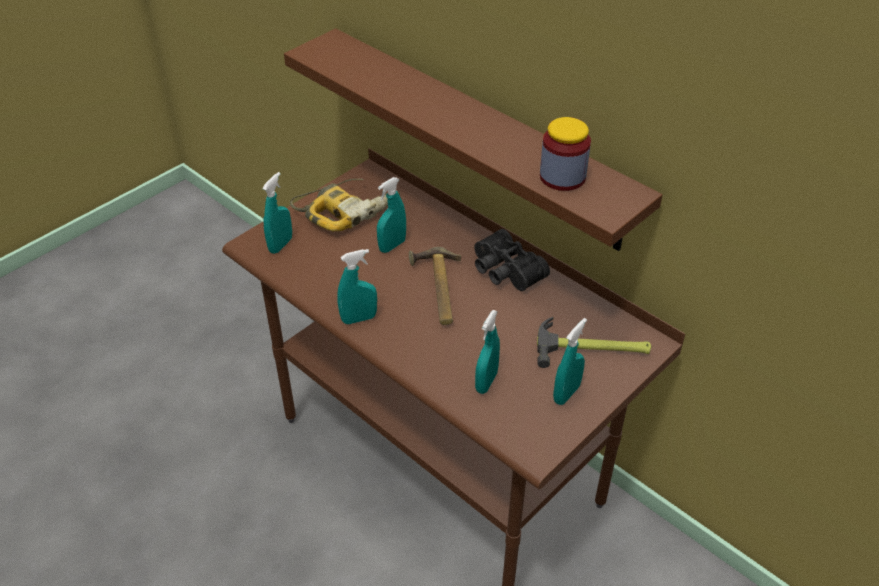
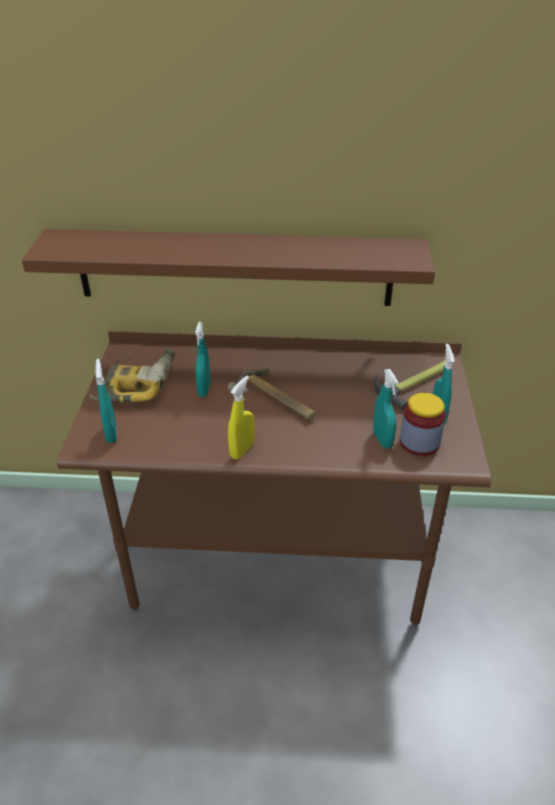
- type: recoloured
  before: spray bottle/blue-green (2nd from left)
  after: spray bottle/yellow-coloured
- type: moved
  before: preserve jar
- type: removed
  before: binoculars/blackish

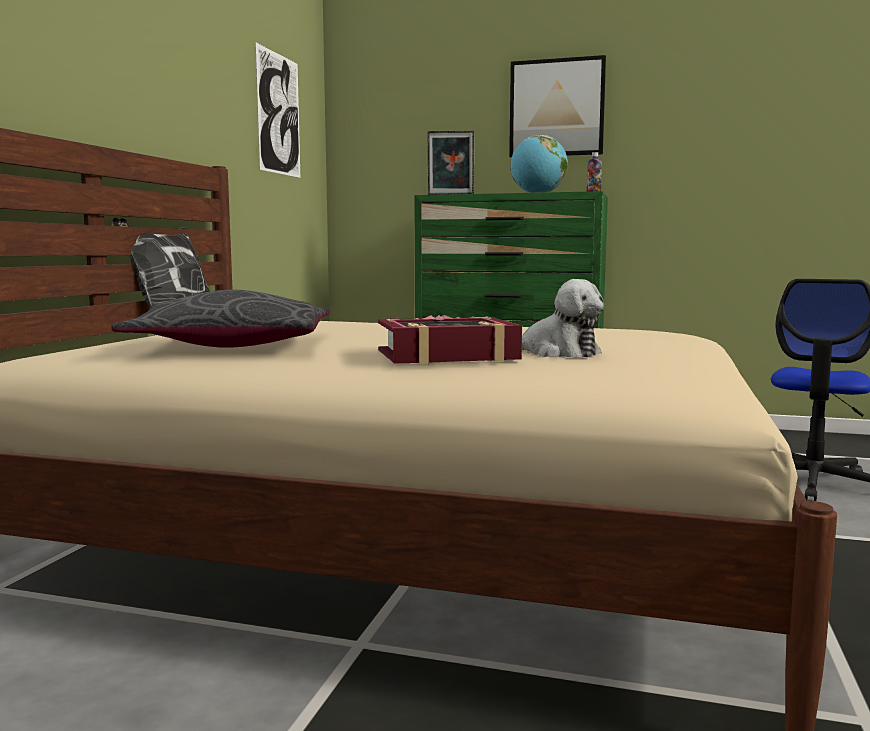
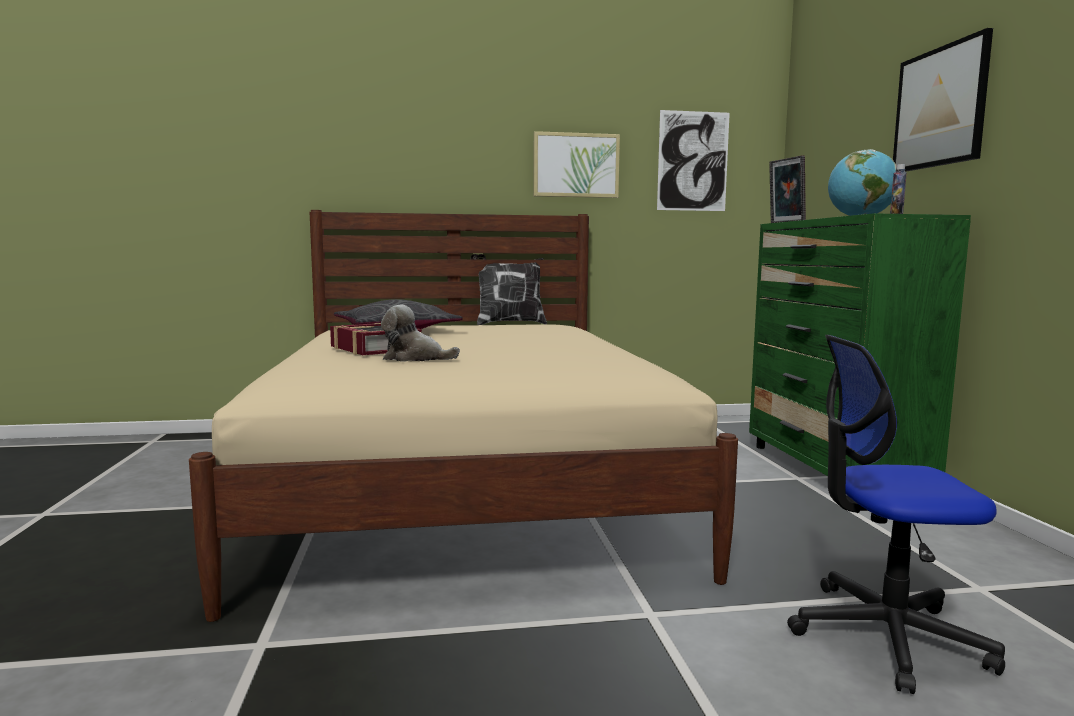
- type: turned
  before: soft toy
  turn: 90
- type: added
  after: wall picture (1st from left)

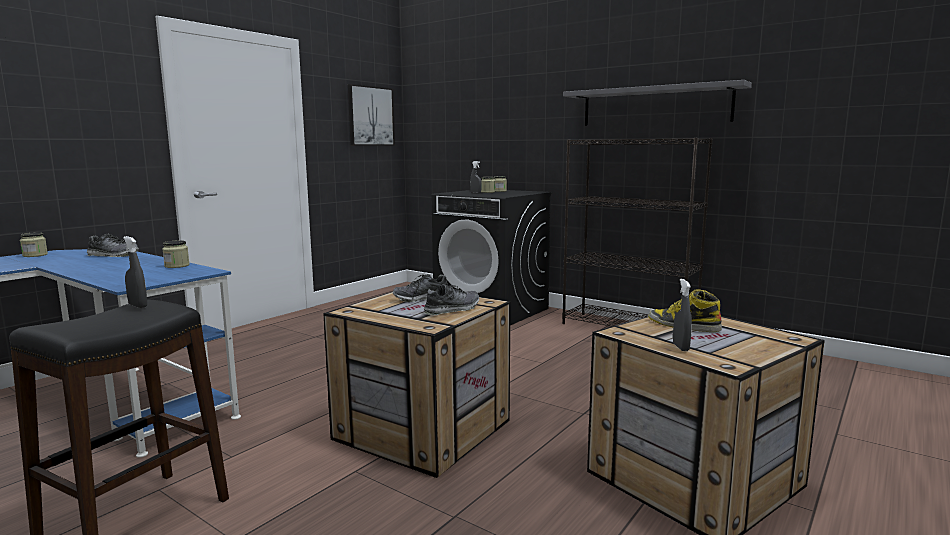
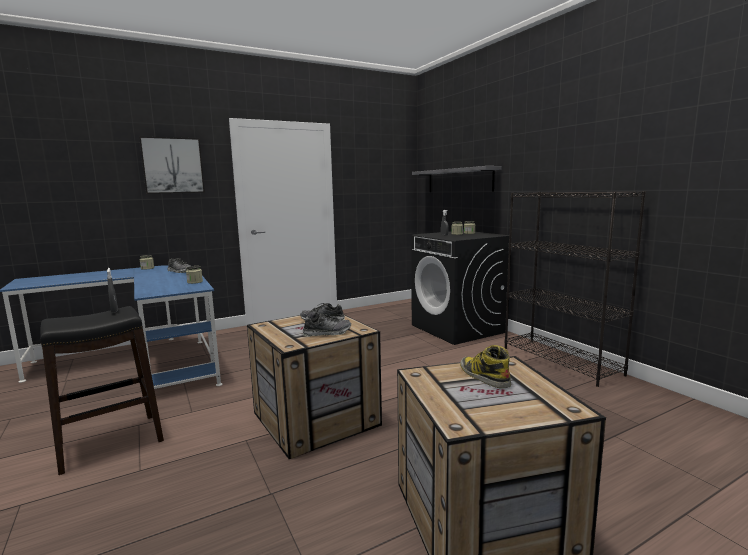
- type: moved
  before: wall picture
- type: moved
  before: shelf/grey
- type: removed
  before: spray bottle/grey (3rd from left)

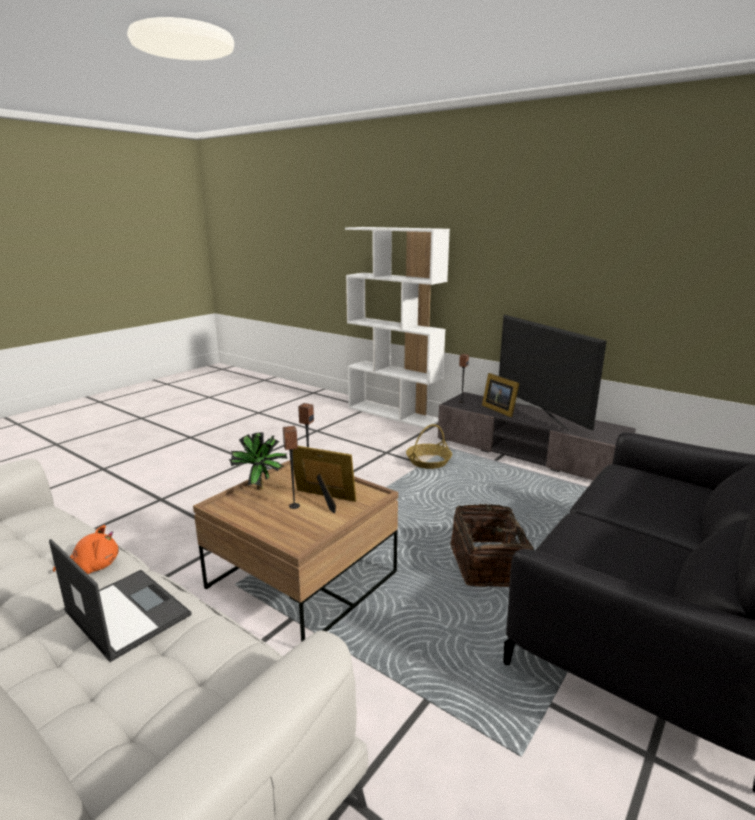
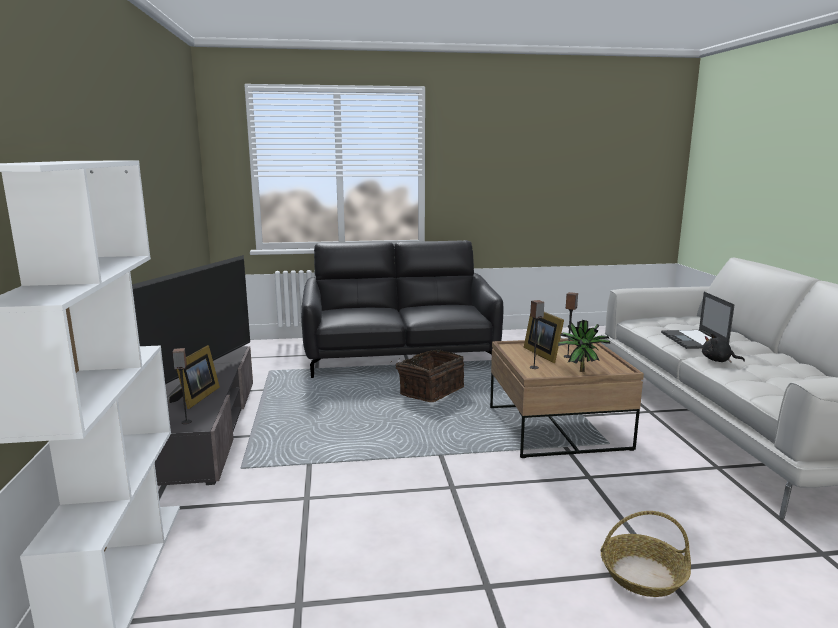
- type: moved
  before: storage basket (1st from left in the first image)
  after: storage basket (2nd from left)
- type: recoloured
  before: soft toy/orange-coloured
  after: soft toy/blackish

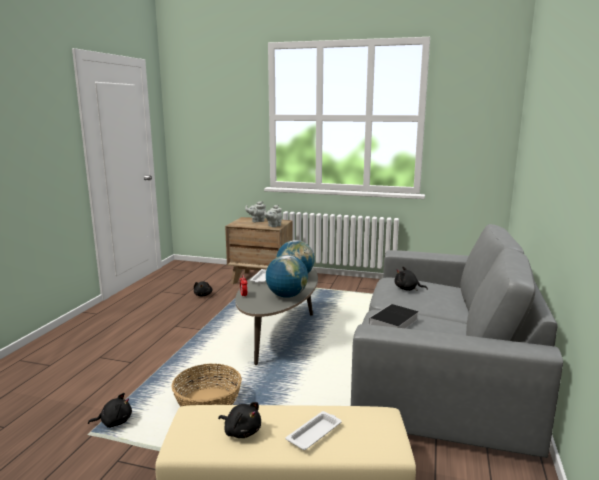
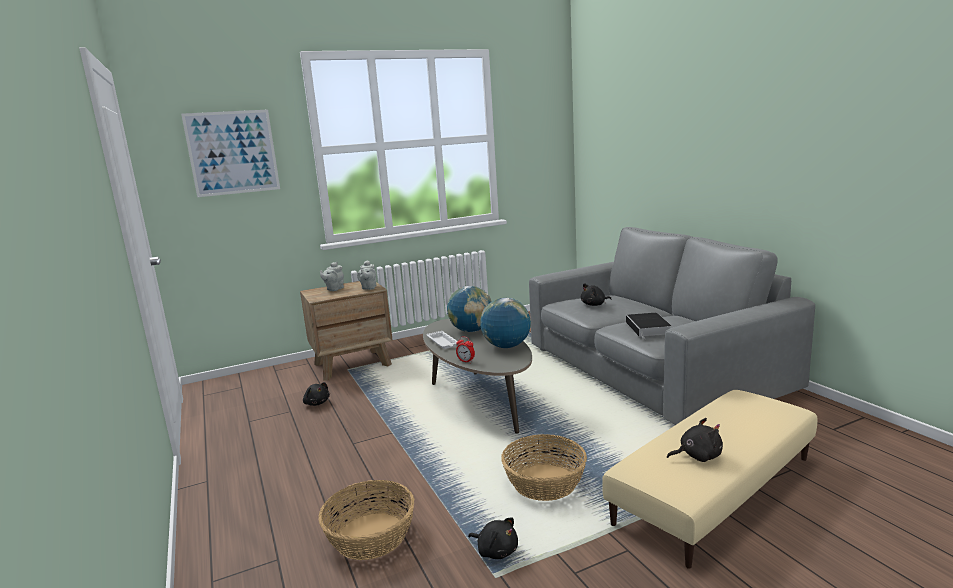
- type: added
  after: wall picture
- type: added
  after: storage basket (1st from left)
- type: turned
  before: soft toy/blackish (1st from left in the first image)
  turn: 90
- type: removed
  before: tray/white (2nd from left)

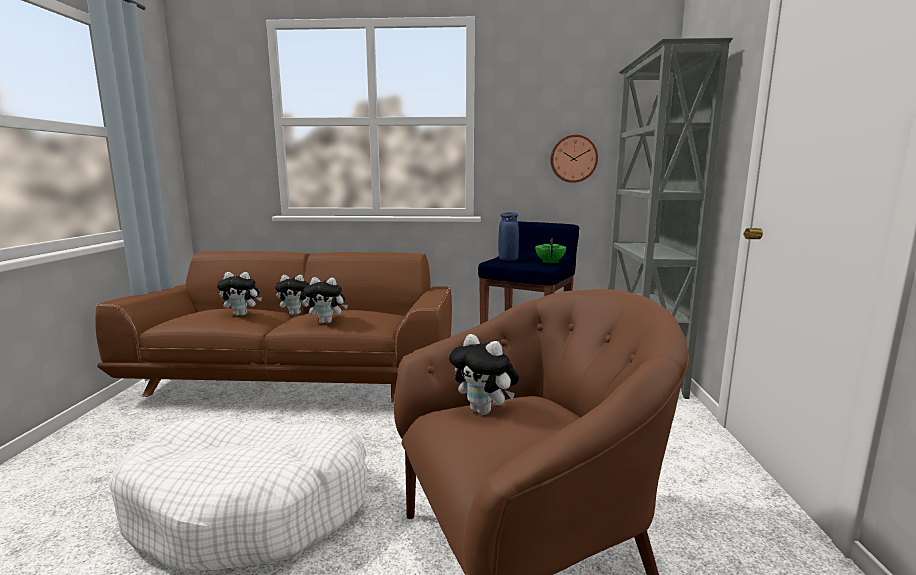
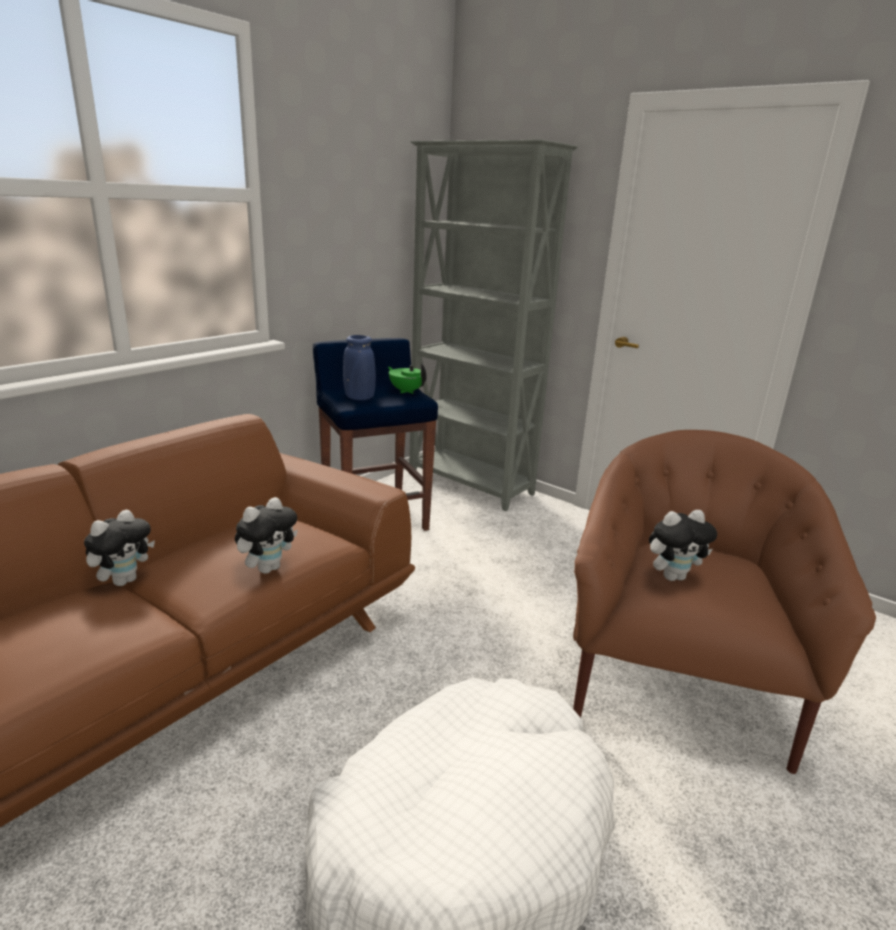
- type: removed
  before: soft toy (1st from left)
- type: removed
  before: hanging clock

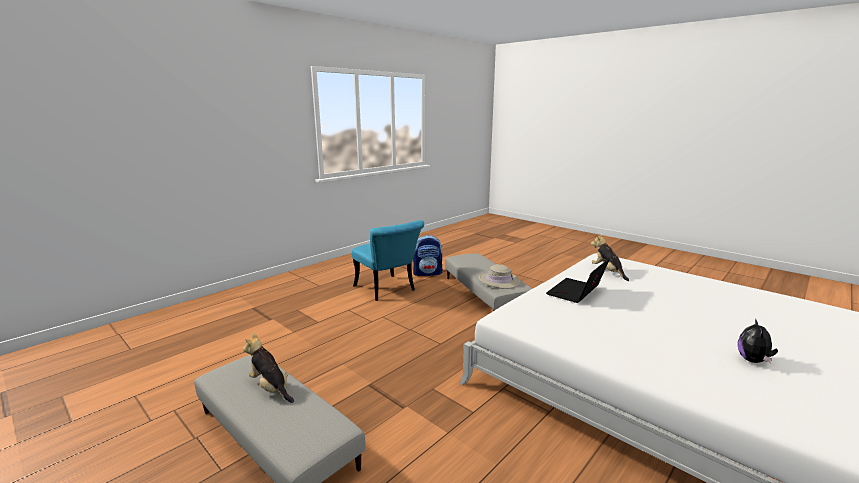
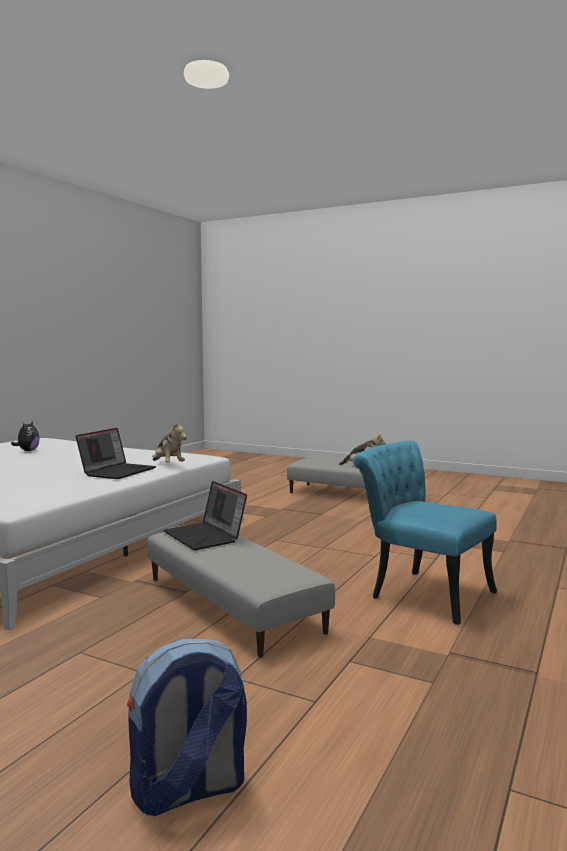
- type: moved
  before: knapsack
- type: moved
  before: soft toy (2nd from left)
- type: replaced
  before: clothing hat/beige-coloured
  after: portable computer (2nd from left)

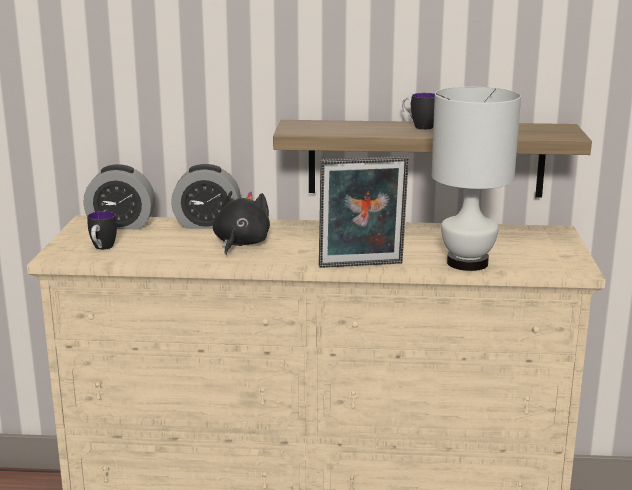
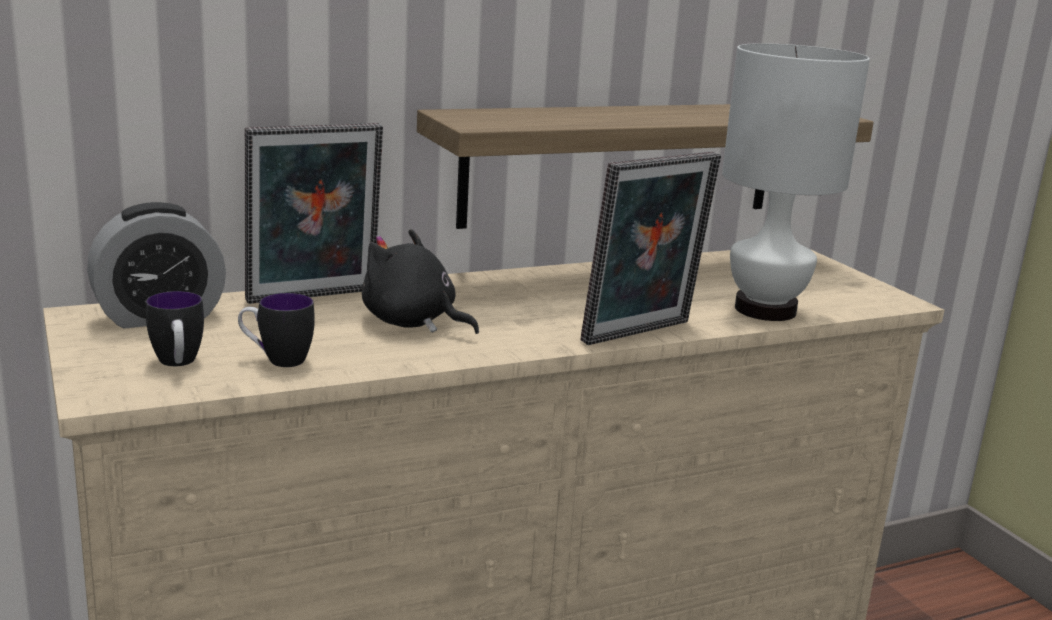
- type: moved
  before: tea mug (2nd from left)
- type: replaced
  before: alarm clock (2nd from left)
  after: standing frame (1st from left)
- type: turned
  before: soft toy/blackish
  turn: -45

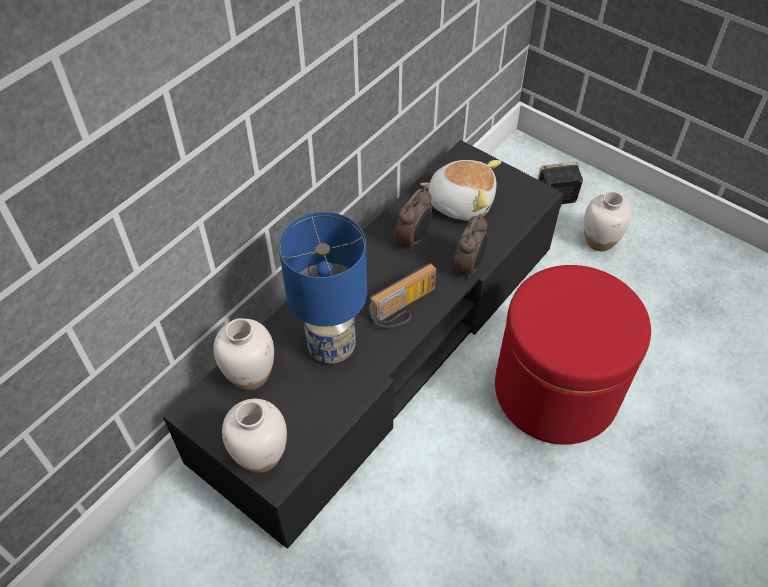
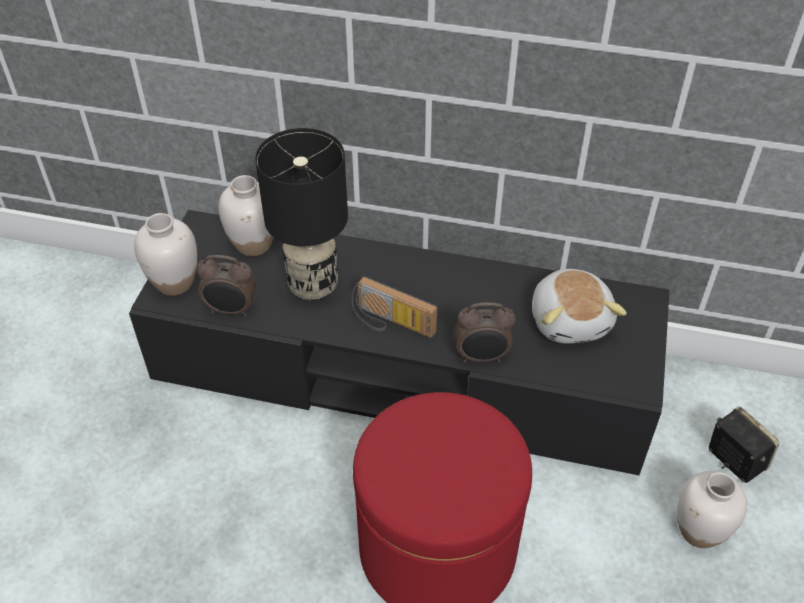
- type: moved
  before: alarm clock (1st from left)
- type: recoloured
  before: lamp for a table/blue-coloured
  after: lamp for a table/blackish

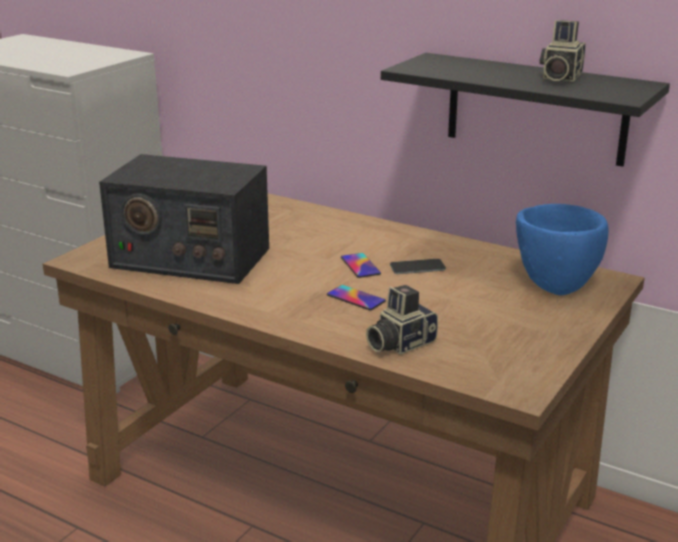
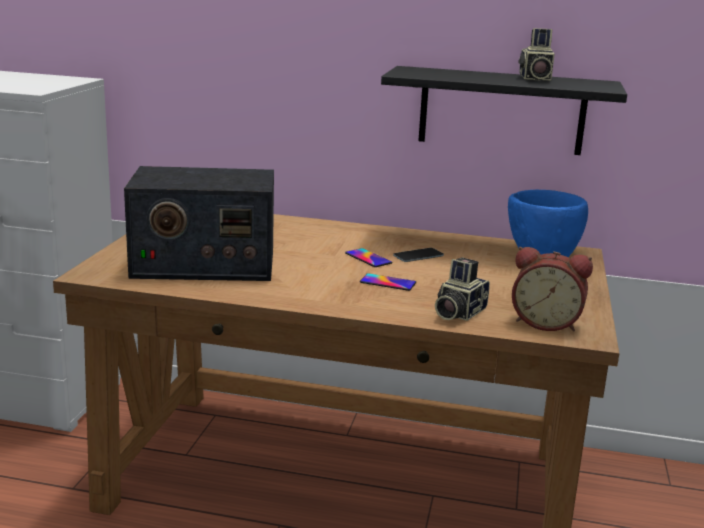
- type: added
  after: alarm clock

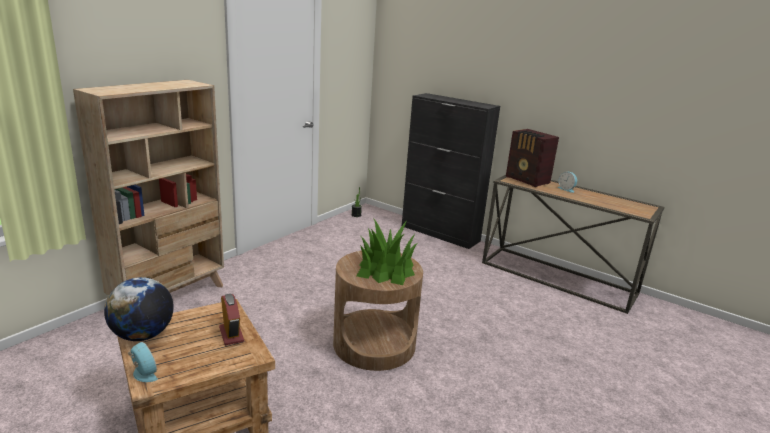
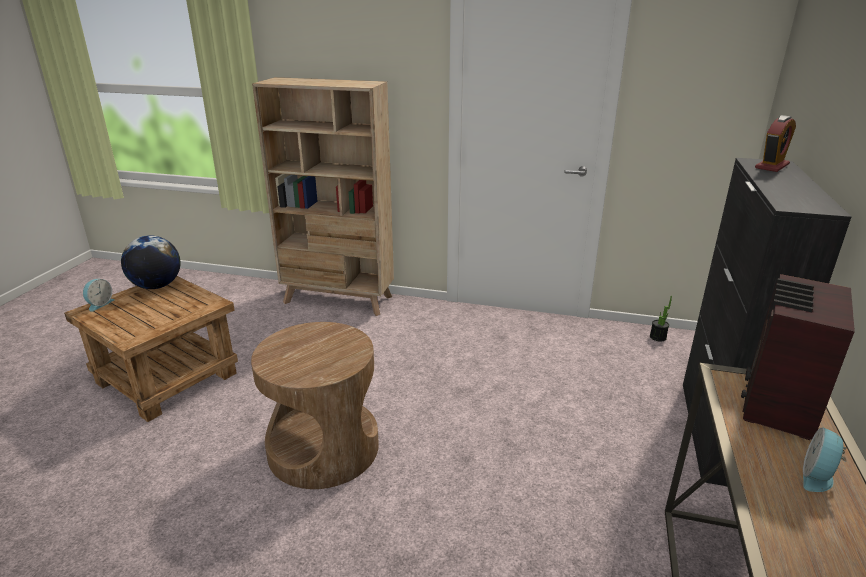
- type: moved
  before: alarm clock (2nd from left)
- type: removed
  before: potted plant (2nd from left)

